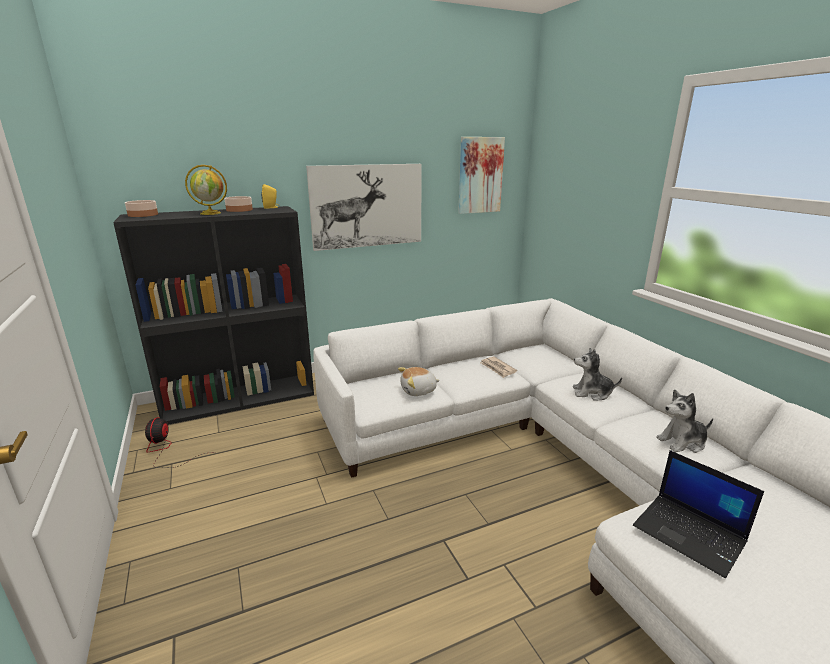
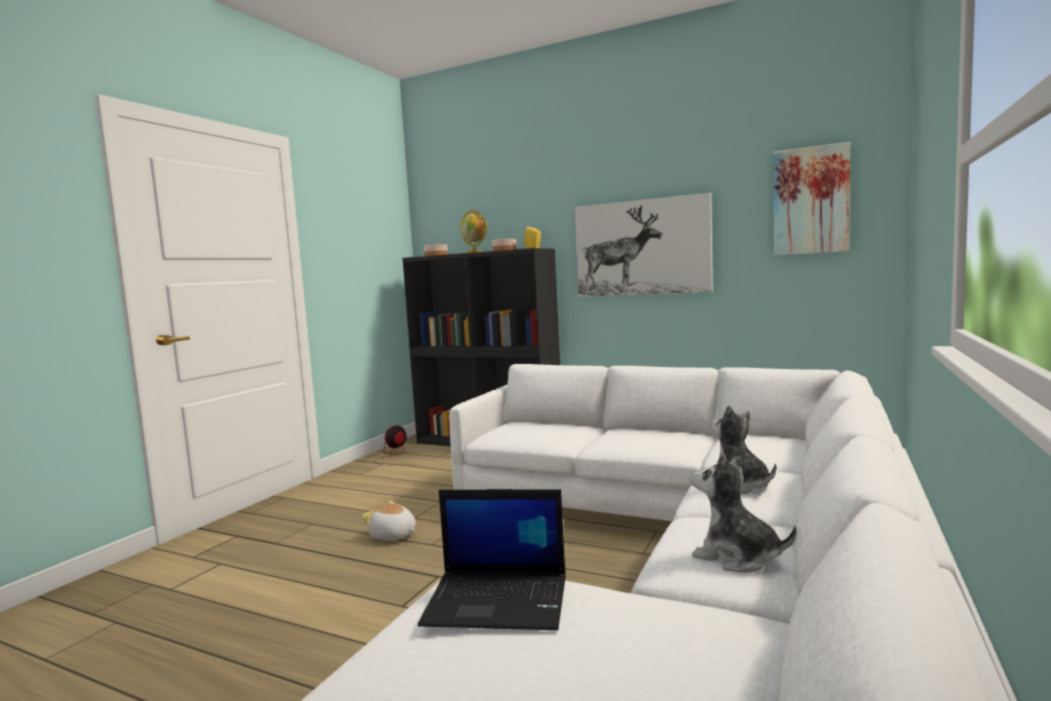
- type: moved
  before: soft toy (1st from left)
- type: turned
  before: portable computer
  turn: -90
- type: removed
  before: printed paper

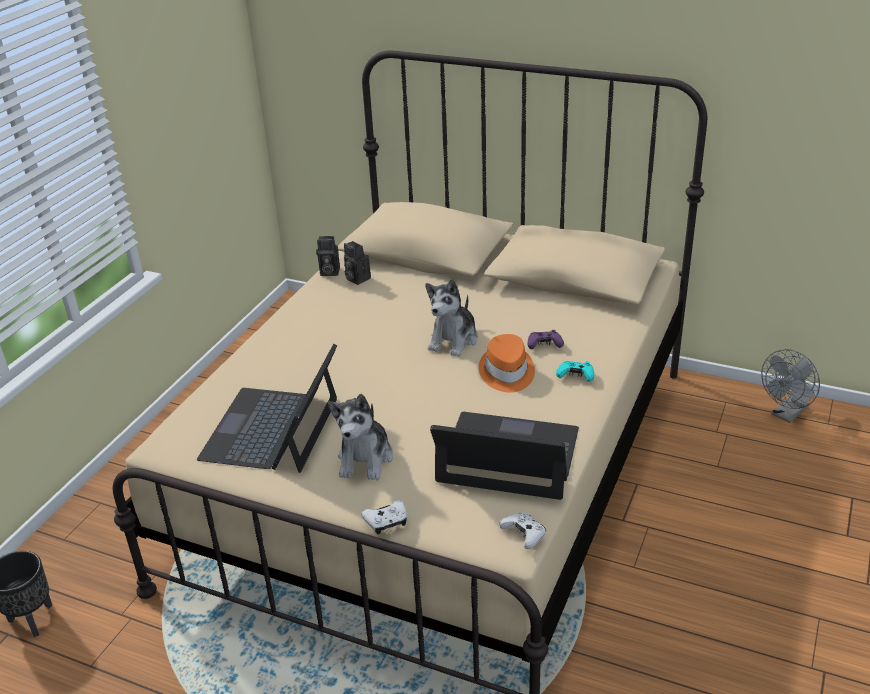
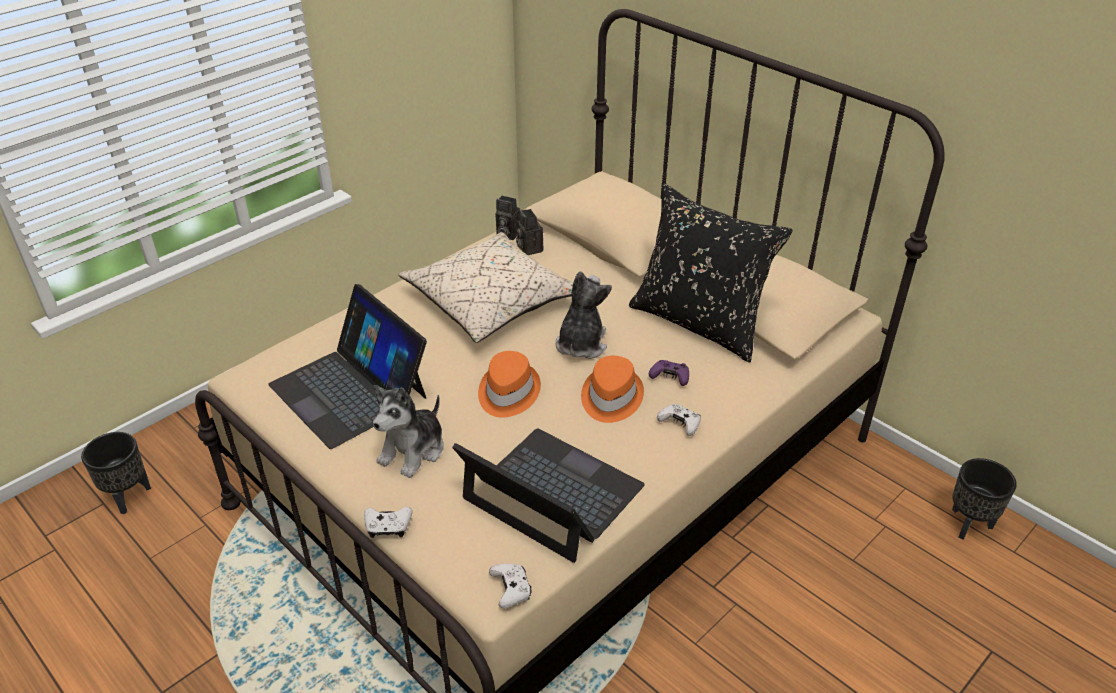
- type: turned
  before: portable computer (1st from left)
  turn: -75
- type: added
  after: pillow/beige-coloured
- type: added
  after: clothing hat/orange-coloured (1st from left)
- type: turned
  before: soft toy (2nd from left)
  turn: 150
- type: added
  after: pillow/blackish
- type: recoloured
  before: gamepad/blue-green
  after: gamepad/white (3rd from left)
- type: replaced
  before: electric fan/grey
  after: planter/blackish (2nd from left)

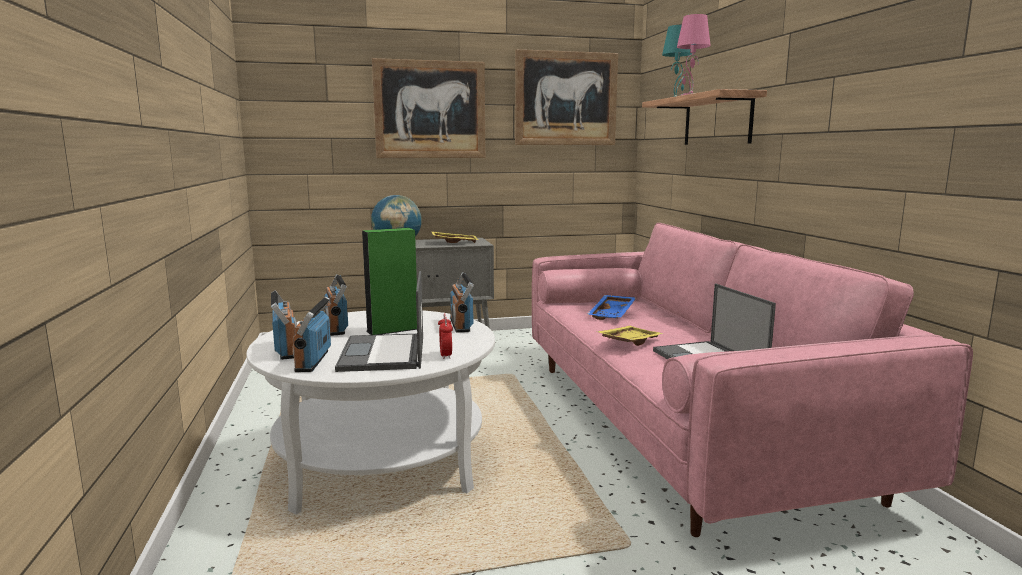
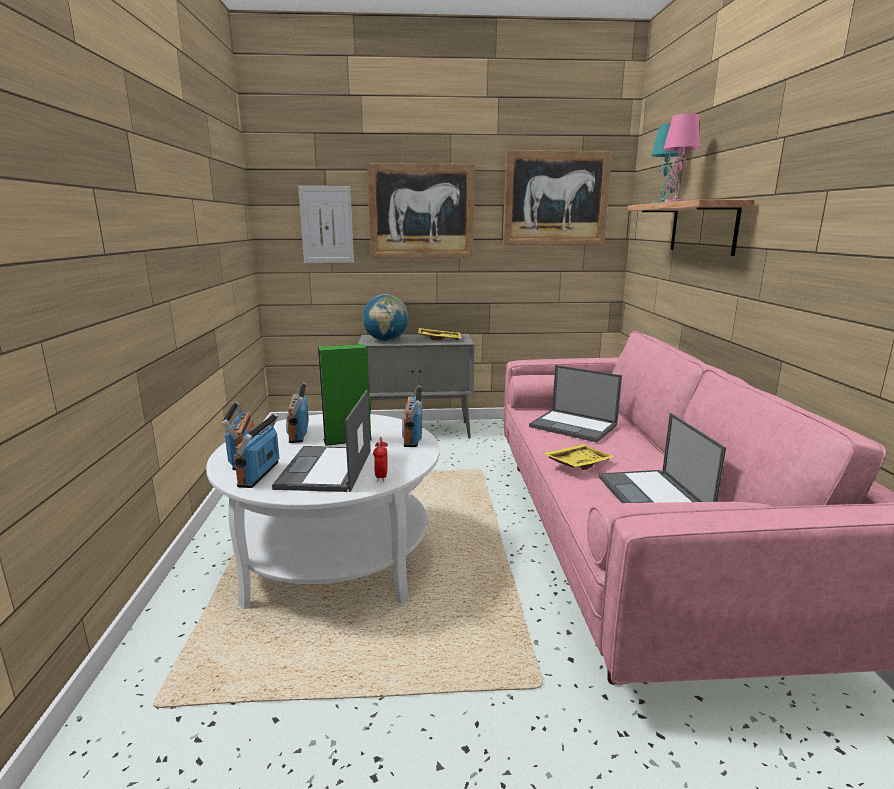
- type: added
  after: wall picture (1st from left)
- type: replaced
  before: tray/blue-coloured
  after: portable computer (2nd from left)

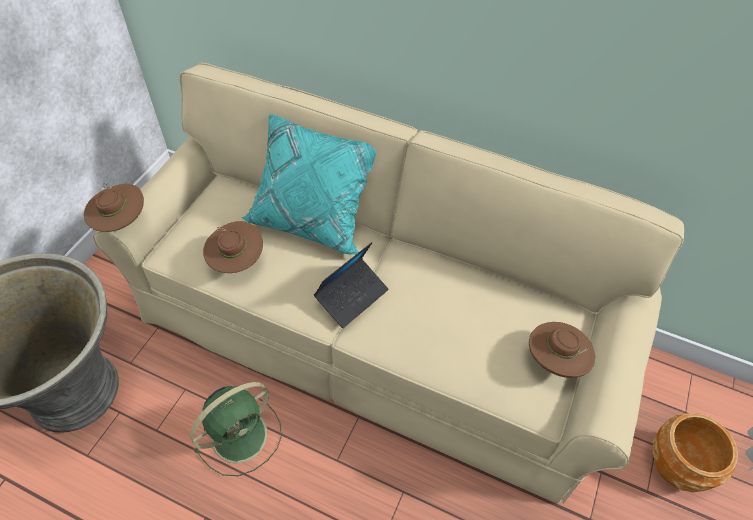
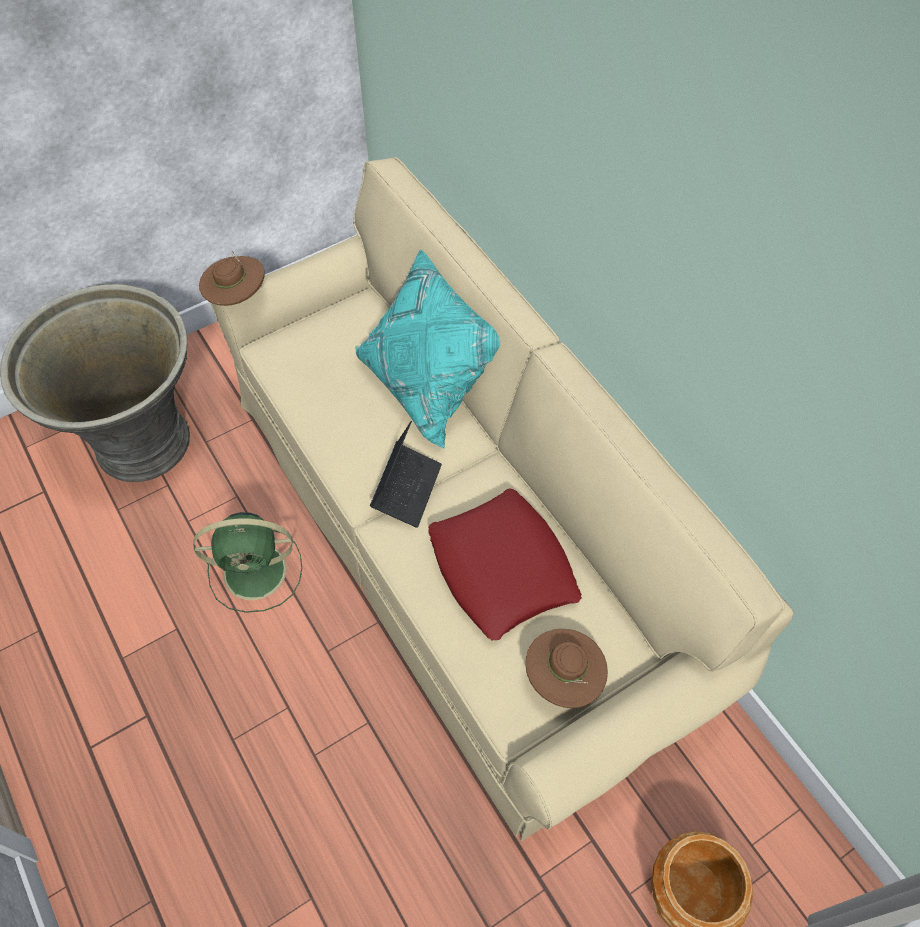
- type: turned
  before: portable computer
  turn: -60
- type: added
  after: pillow/reddish
- type: removed
  before: clothing hat/brown-coloured (2nd from left)

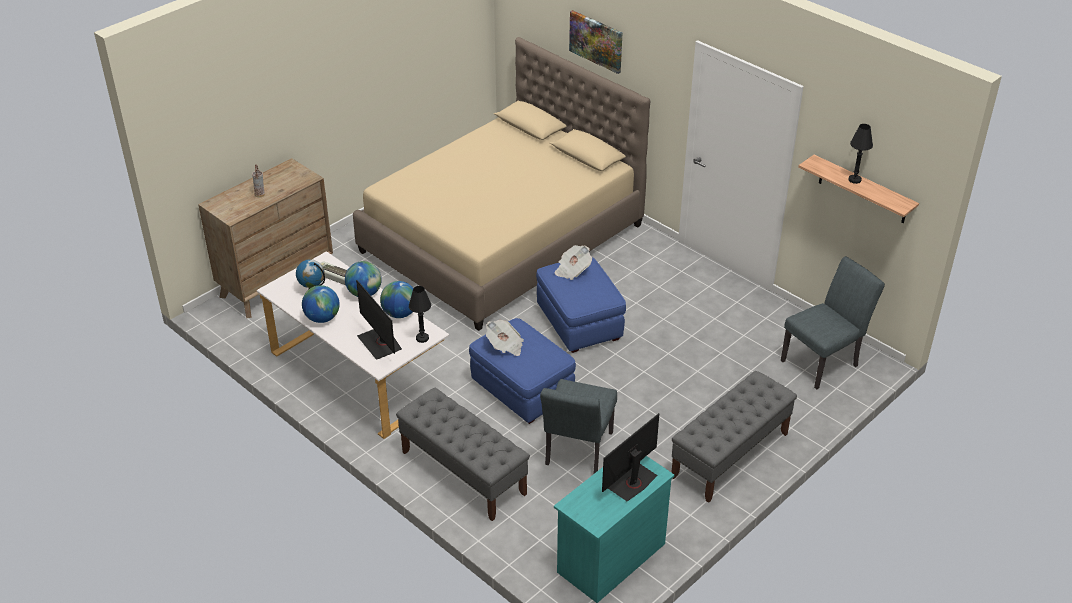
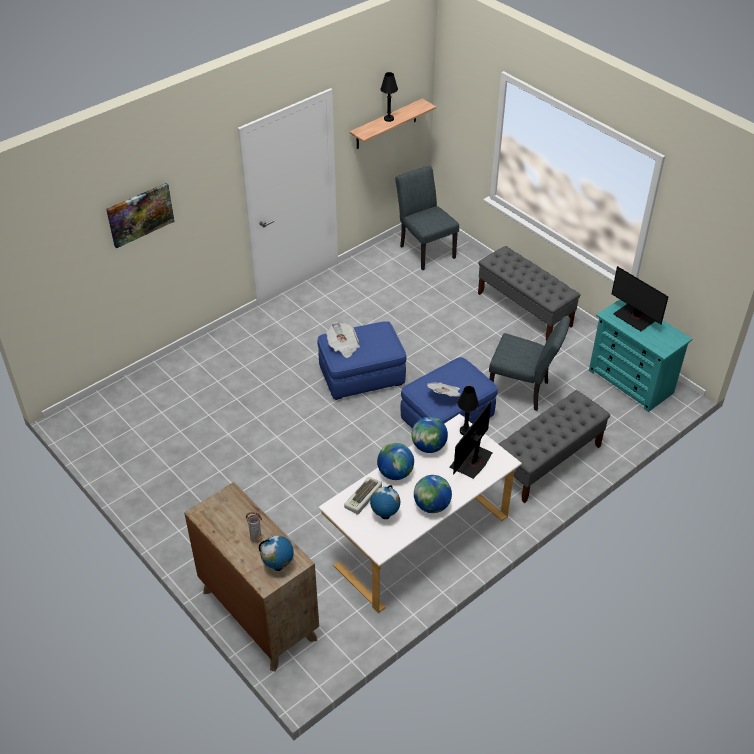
- type: added
  after: world globe (1st from left)
- type: turned
  before: monitor (1st from left)
  turn: 150
- type: removed
  before: bed/beige-coloured

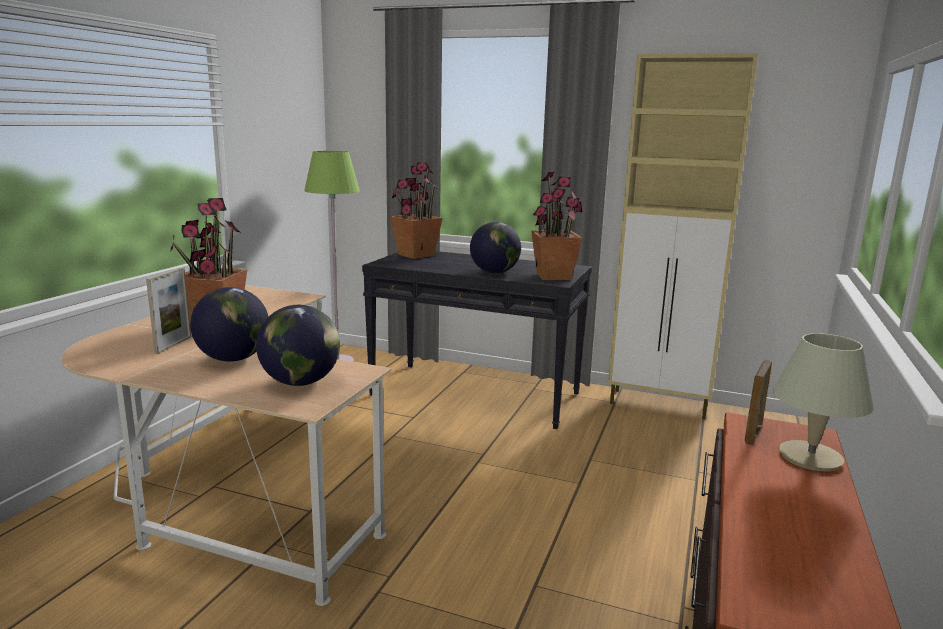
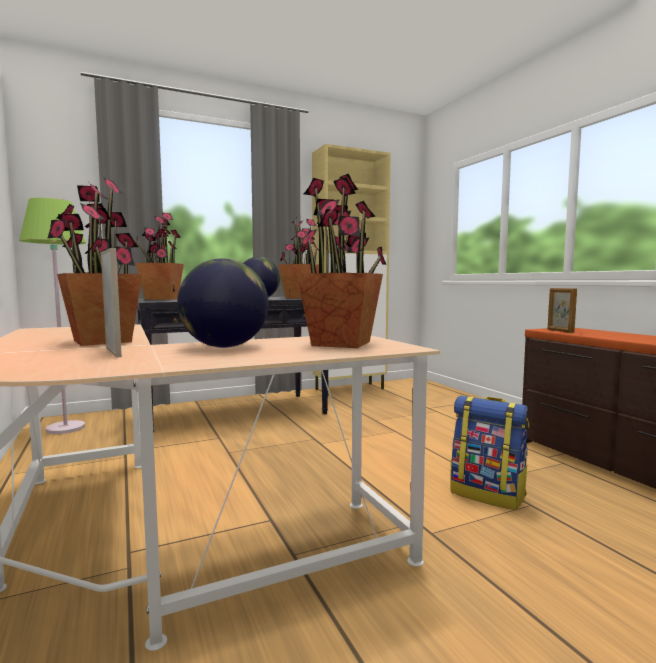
- type: replaced
  before: world globe (2nd from left)
  after: potted plant (4th from left)
- type: added
  after: knapsack
- type: removed
  before: lamp for a table/beige-coloured

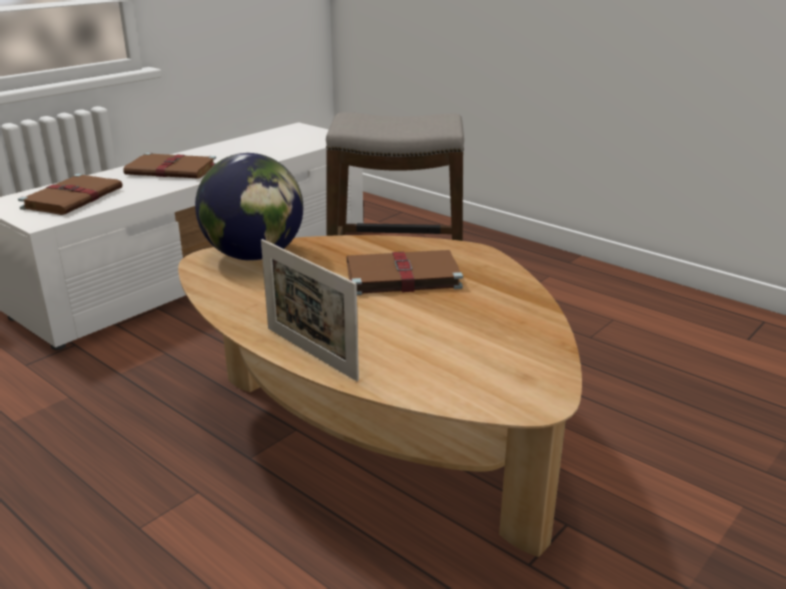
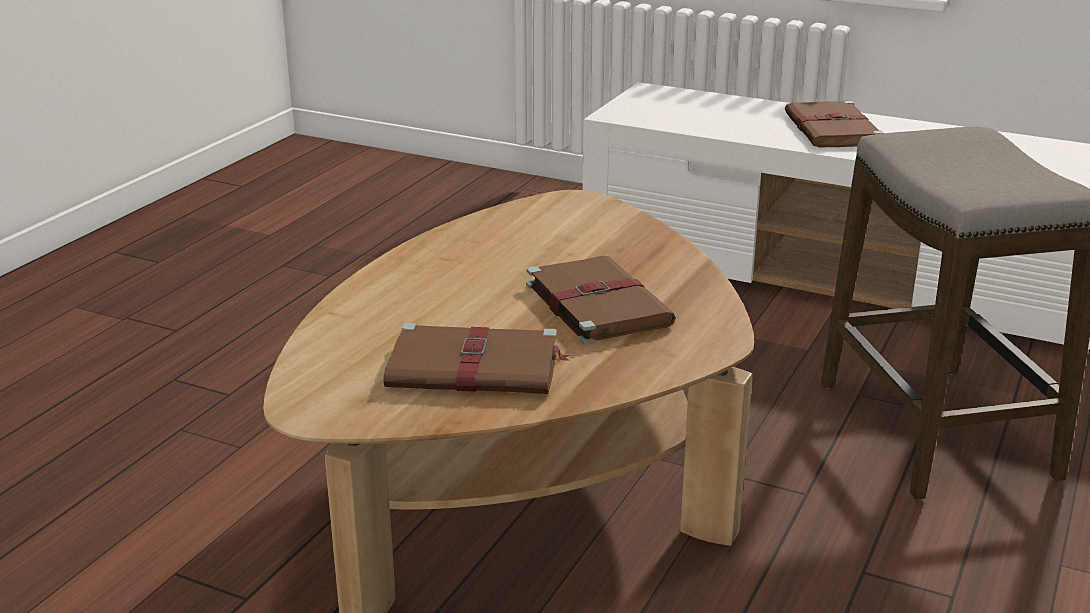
- type: moved
  before: volume/brown-coloured (1st from left)
- type: removed
  before: world globe
- type: removed
  before: standing frame

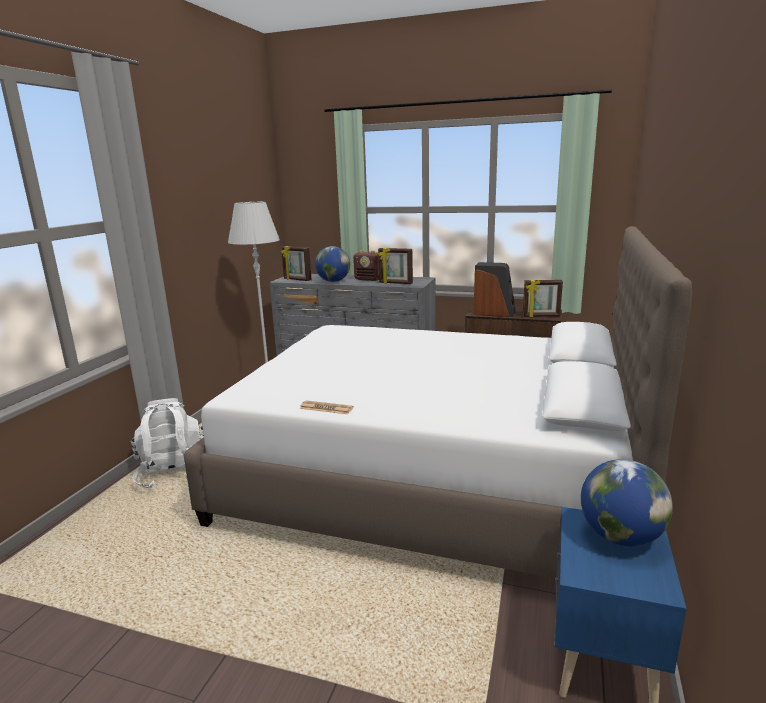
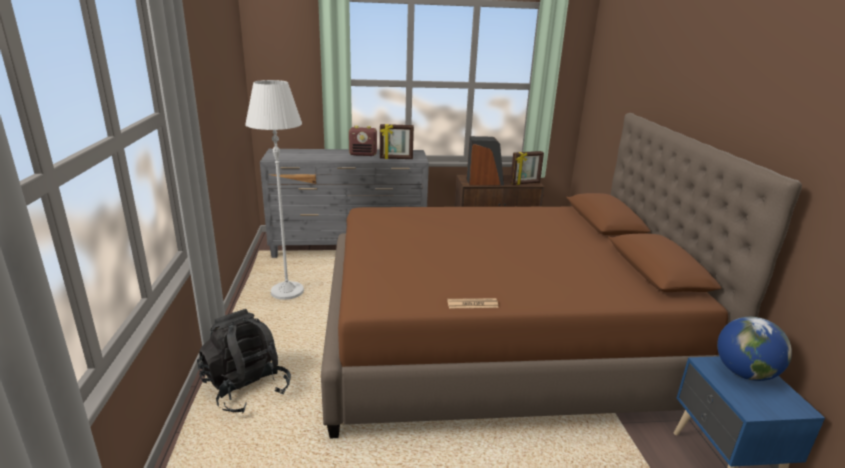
- type: recoloured
  before: knapsack/white
  after: knapsack/blackish
- type: recoloured
  before: bed/white
  after: bed/brown-coloured
- type: removed
  before: standing frame (1st from left)
- type: removed
  before: world globe (1st from left)

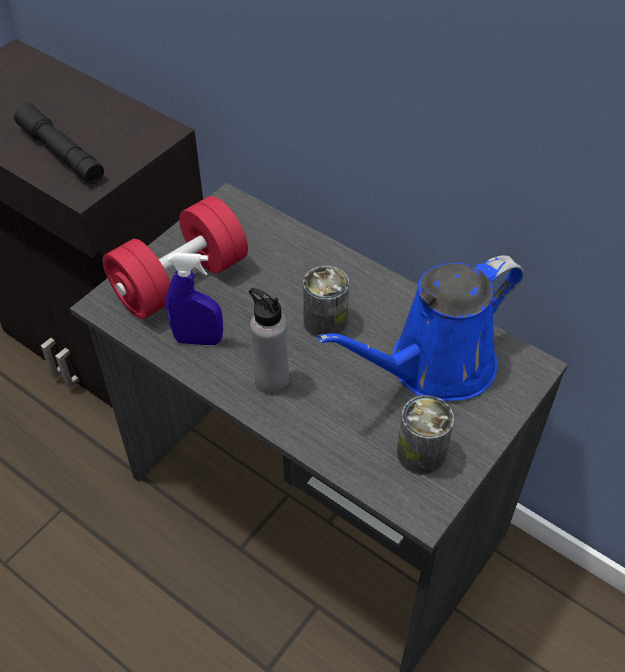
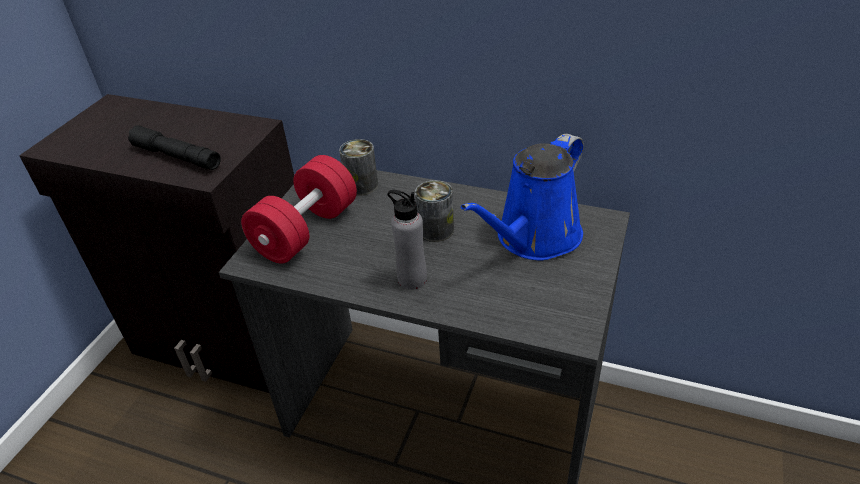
- type: moved
  before: sealed can (2nd from left in the first image)
  after: sealed can (1st from left)
- type: removed
  before: spray bottle/blue-coloured

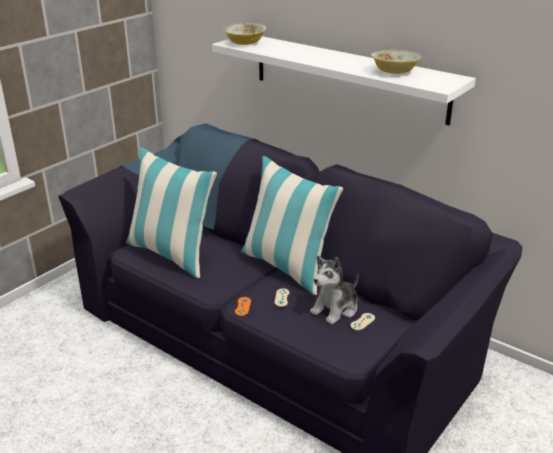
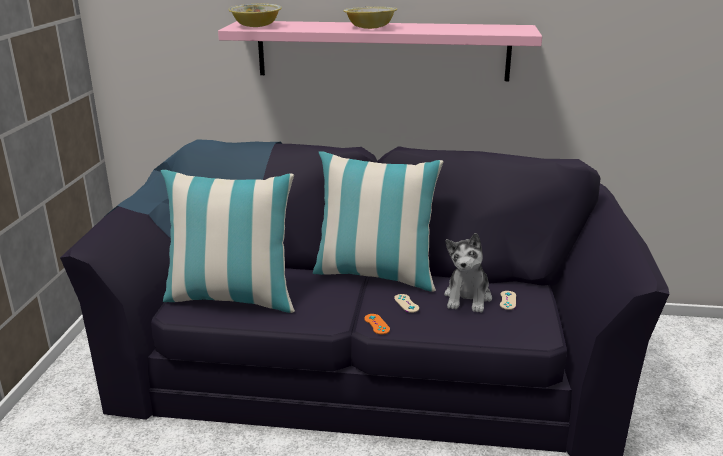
- type: recoloured
  before: shelf/white
  after: shelf/pinkish
- type: moved
  before: deep dish (2nd from left)

